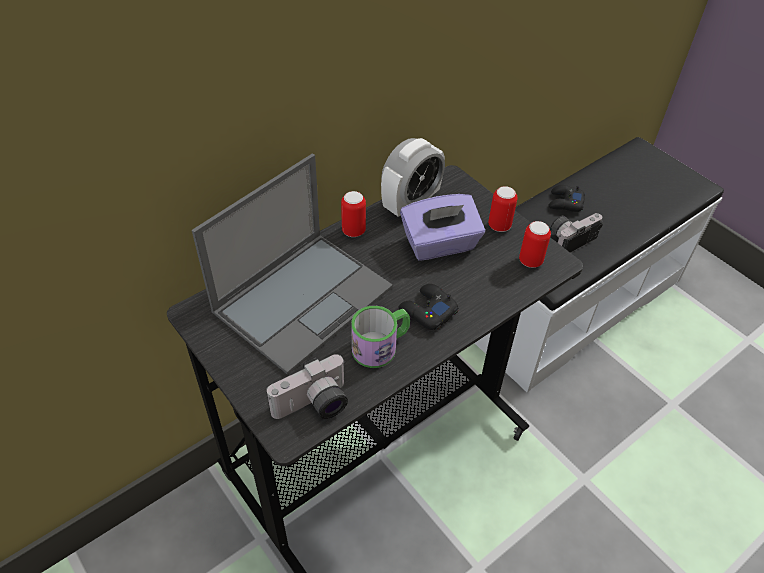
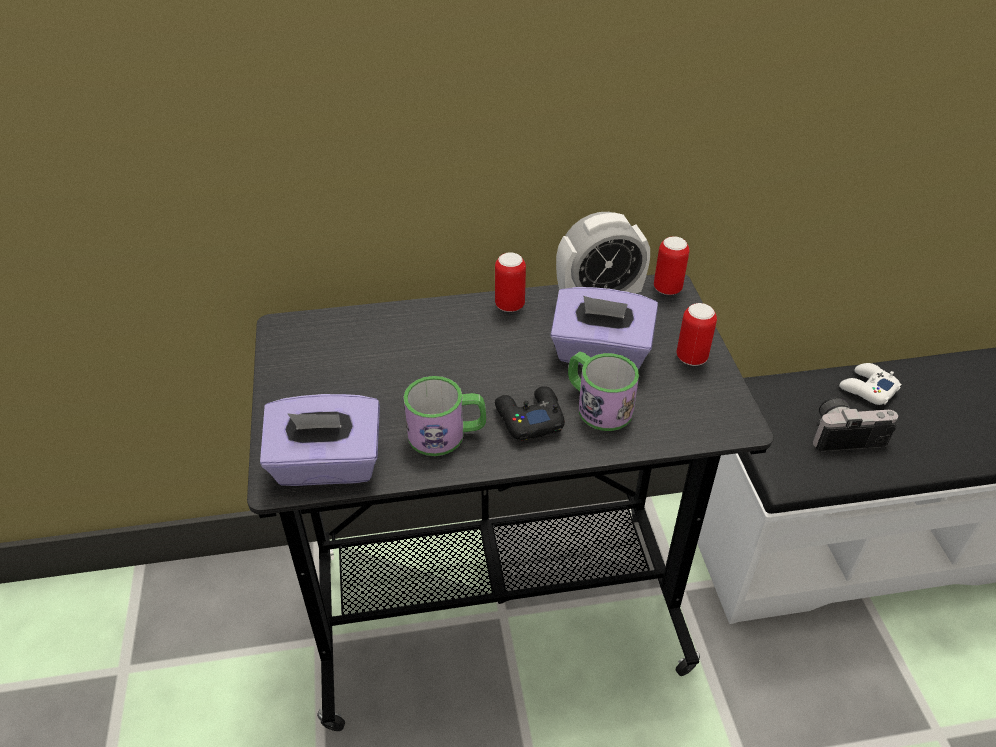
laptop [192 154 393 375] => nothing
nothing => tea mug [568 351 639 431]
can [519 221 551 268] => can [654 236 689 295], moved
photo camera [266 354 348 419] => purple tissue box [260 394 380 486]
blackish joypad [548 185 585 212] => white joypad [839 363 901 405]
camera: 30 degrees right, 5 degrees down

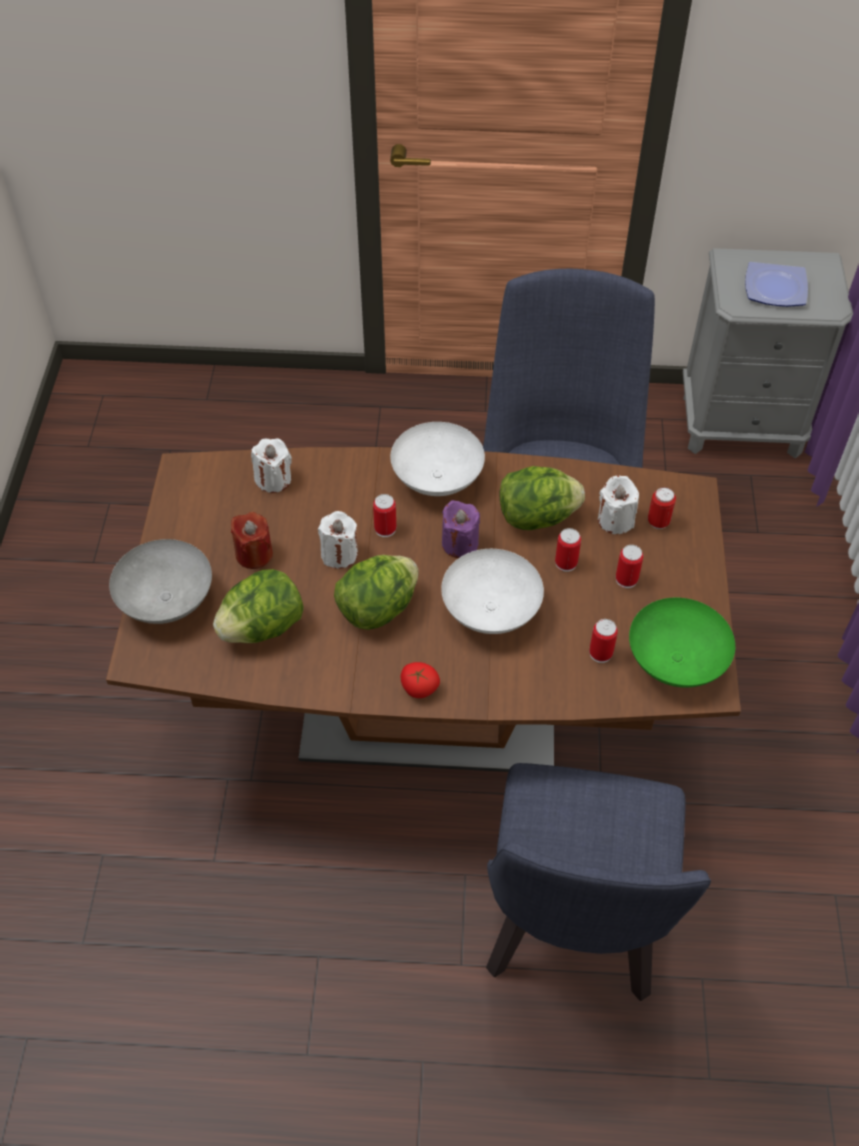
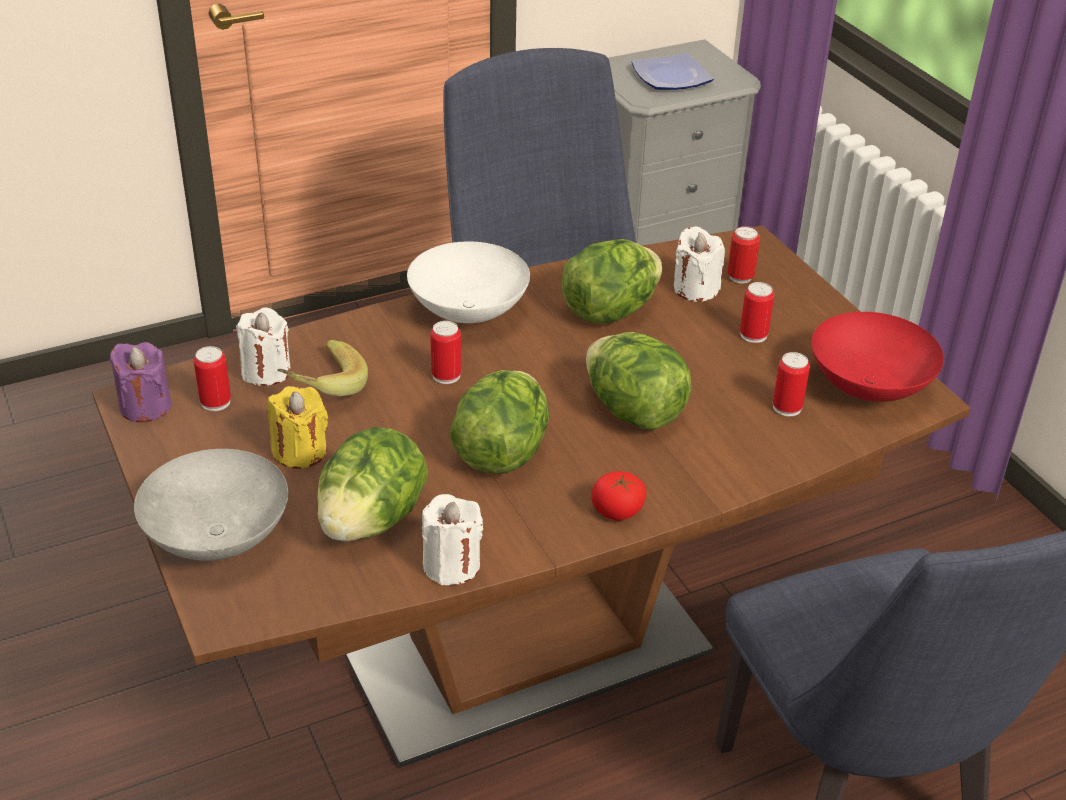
nothing => banana fruit [278 340 368 397]
white wax candle [318 511 358 569] => white wax candle [422 494 483 585], moved
purple wax candle [442 500 480 558] => purple wax candle [109 342 172 423], moved
can [555 528 581 572] => can [194 346 231 411], moved
white serving bowl [441 549 544 634] => lettuce head [586 332 692 430]
red-coloured wax candle [231 512 273 569] => yellow wax candle [268 386 328 469]
greenish serving bowl [629 597 735 688] => red-coloured serving bowl [811 312 944 402]
camera: 30 degrees left, 15 degrees down

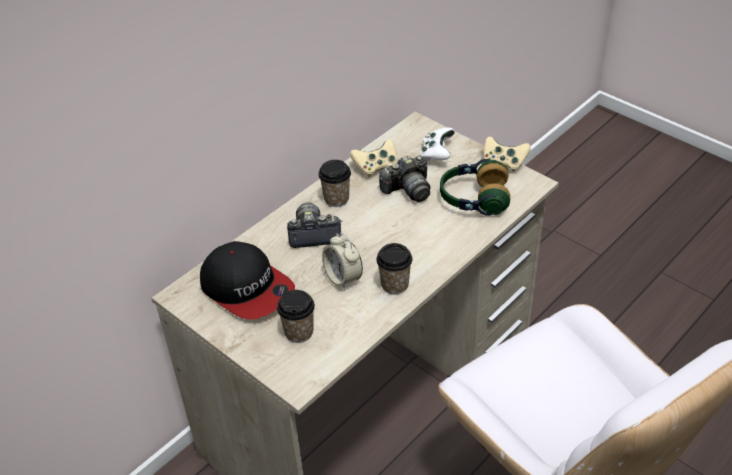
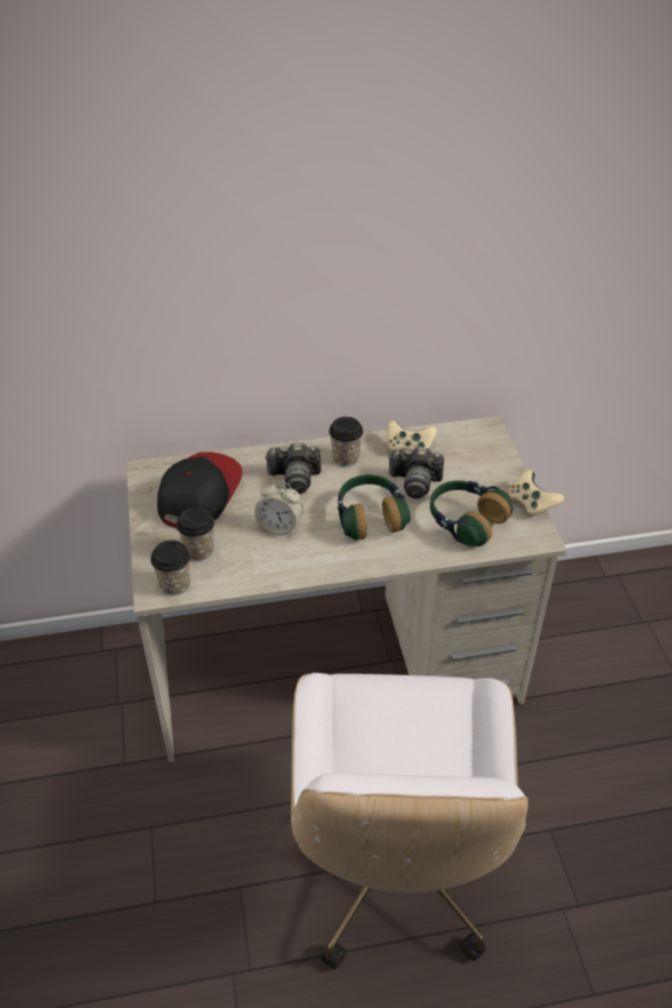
white joypad [420 128 455 161] => nothing
nothing => headset [338 474 411 540]
cup [376 243 412 295] => cup [151 540 190 596], moved
peaked cap [200 241 295 319] => peaked cap [157 452 243 528], 150 degrees counterclockwise
photo camera [287 202 342 248] => photo camera [264 442 321 494], 150 degrees clockwise
alarm clock [322 232 363 290] => alarm clock [255 480 303 536], 75 degrees counterclockwise
camera: 35 degrees right, 0 degrees up

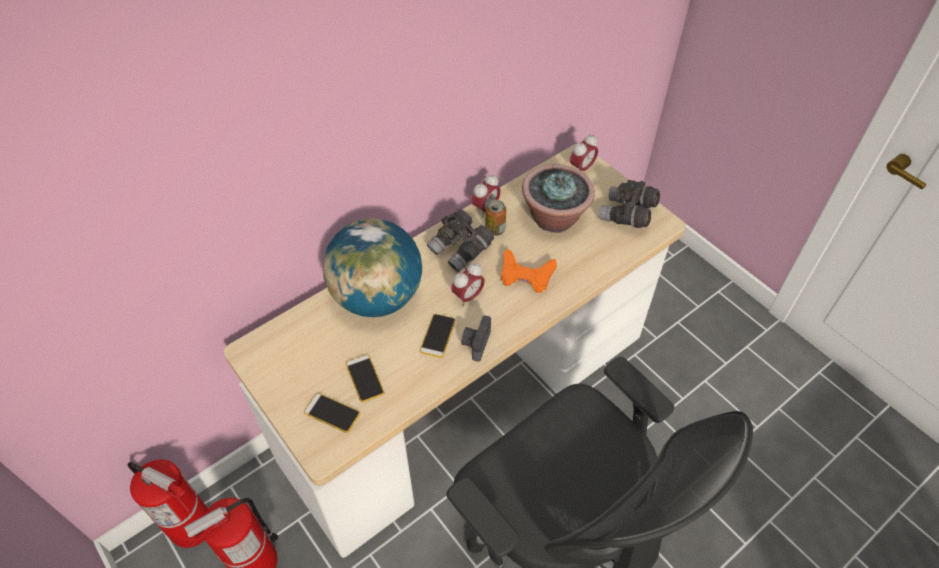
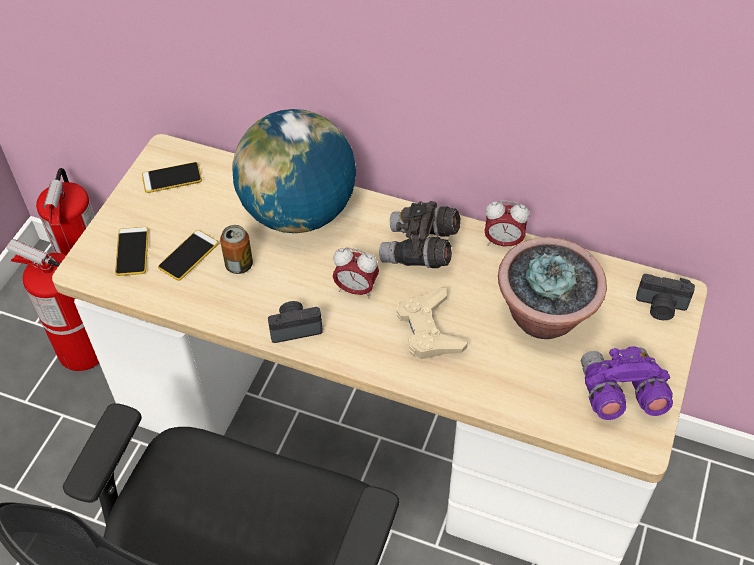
telephone [420 314 456 358] => telephone [142 162 202 193], moved
can [485 200 506 236] => can [220 225 253 274], moved
alarm clock [570 135 598 171] => photo camera [636 274 695 320]
orangey joypad [501 249 557 293] => beige-coloured joypad [397 288 468 359]
gray pair of binoculars [599 180 660 228] => purple pair of binoculars [581 346 673 420]
camera: 60 degrees right, 0 degrees up

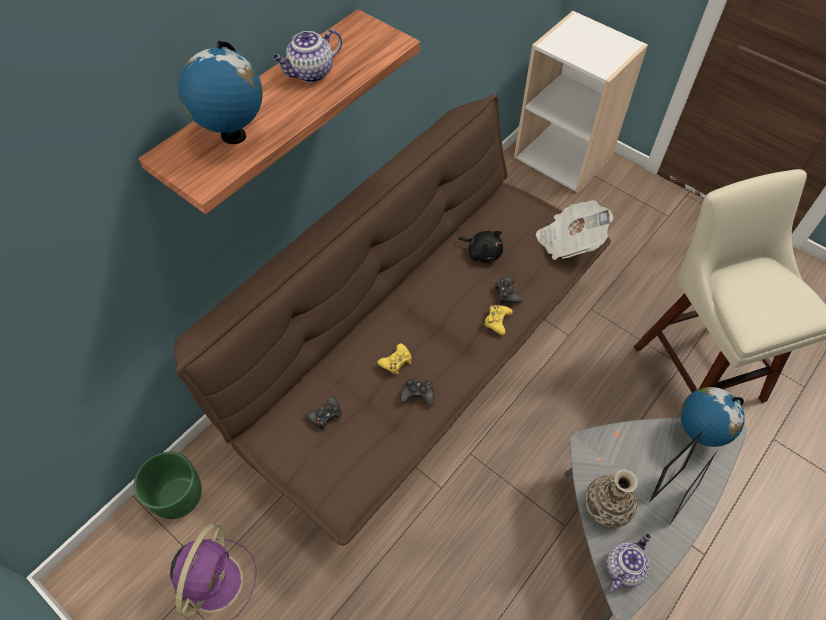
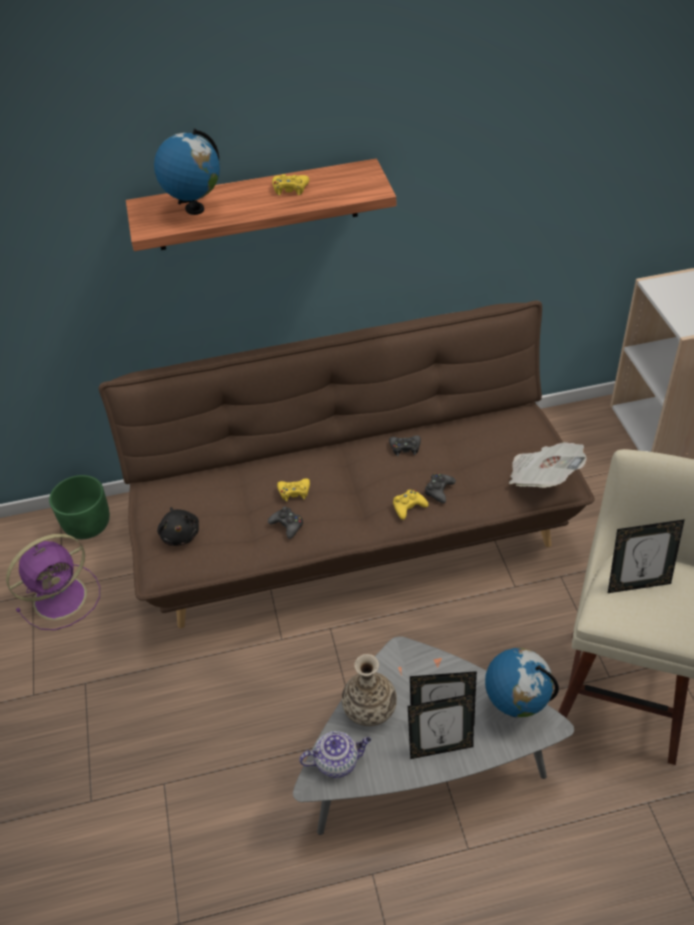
nothing => photo frame [608 519 685 593]
blackish joypad [305 396 341 430] => blackish joypad [389 435 421 456], moved
blackish soft toy [458 231 503 263] => blackish soft toy [157 507 199 546], moved
tea pot [273 29 342 82] => yellow joypad [272 174 309 195]
camera: 40 degrees right, 10 degrees down

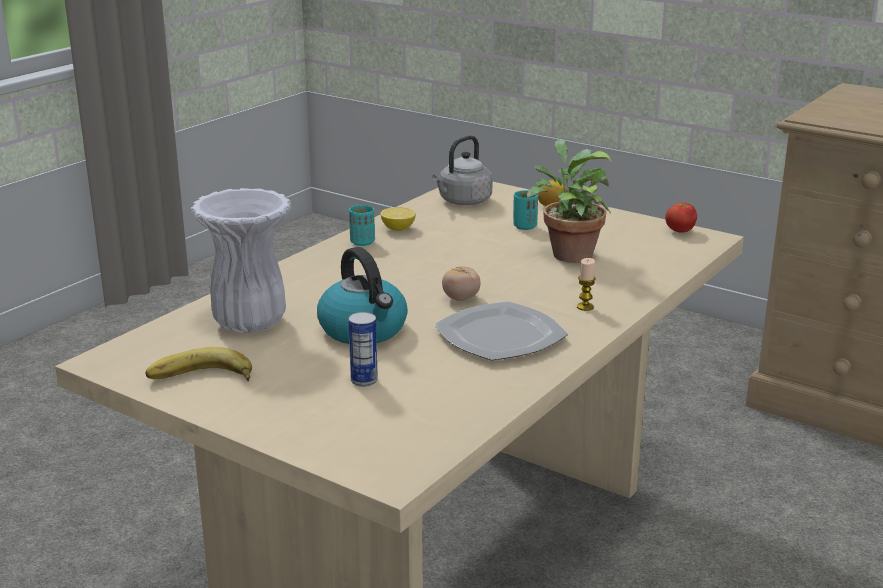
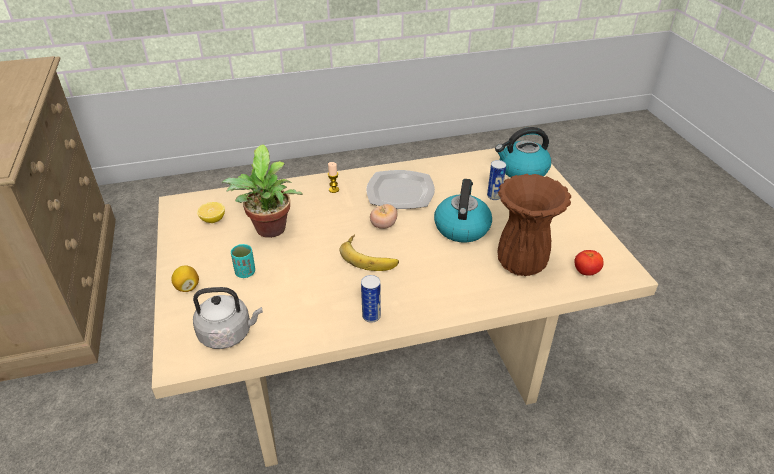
nothing => kettle [495 127 551 178]
banana fruit [146 347 252 381] => banana fruit [340 234 399 271], moved
whole lemon [380 207 416 231] => whole lemon [197 202 225 223], moved
tomato [665 203 697 233] => tomato [574 250 604 276], moved
turquoise cup [349 205 375 246] => can [361 275 381 323]
white flower vase [190 188 292 333] => brownish flower vase [497 174 571 276]
camera: 140 degrees left, 15 degrees up

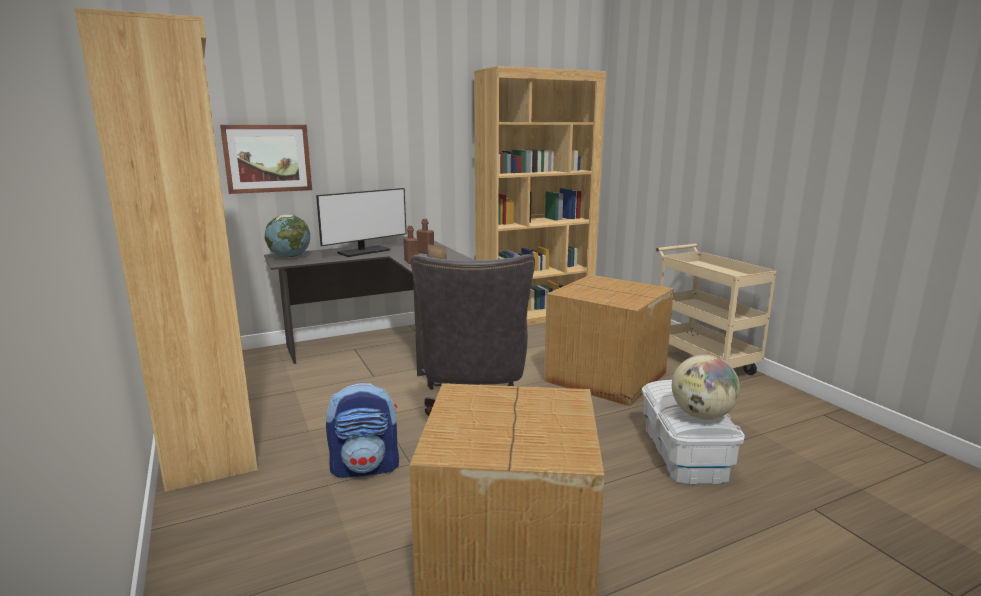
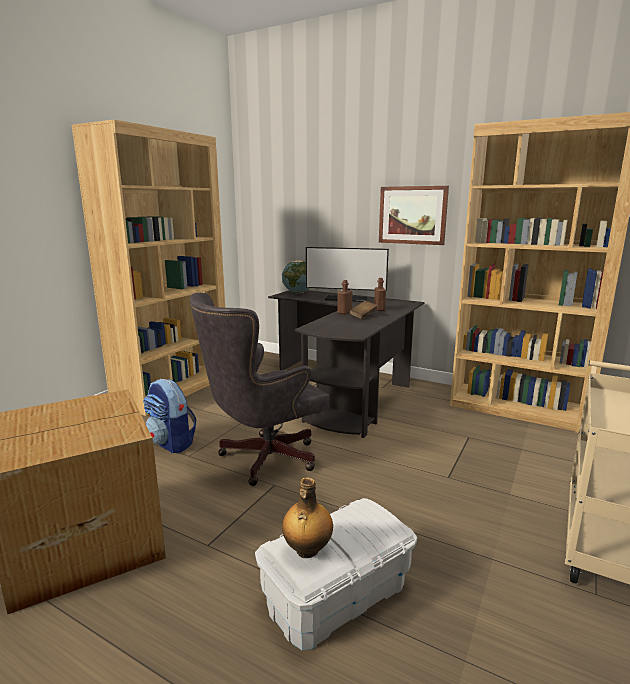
cardboard box [544 275 674 406] => nothing
wall art [220 125 312 194] => wall art [379 186 449 245], moved
desk globe [672 355 740 420] => bottle [282 477 333 558]
camera: 55 degrees right, 0 degrees up

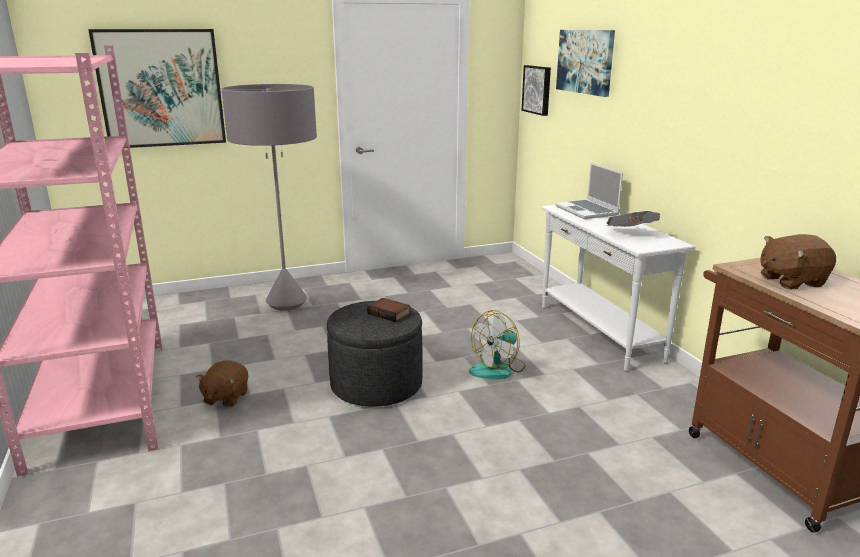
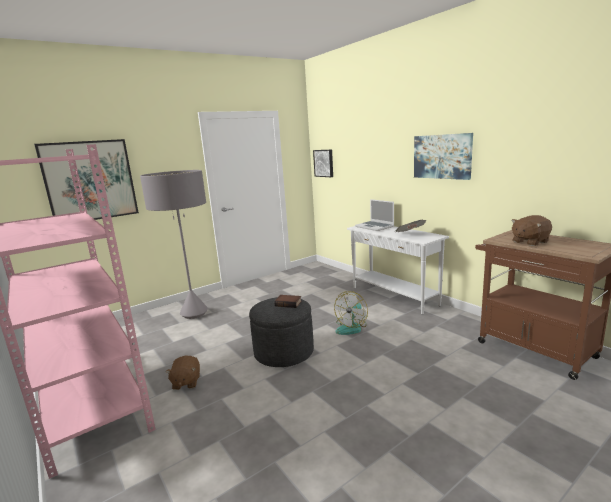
wall art [556 30 615 97] => wall art [414 133 473 180], moved
camera: 15 degrees left, 5 degrees down

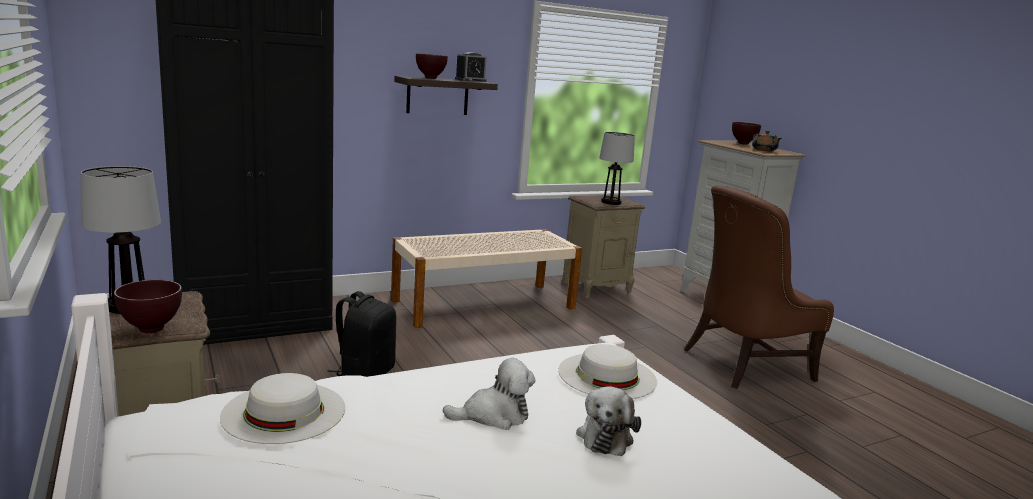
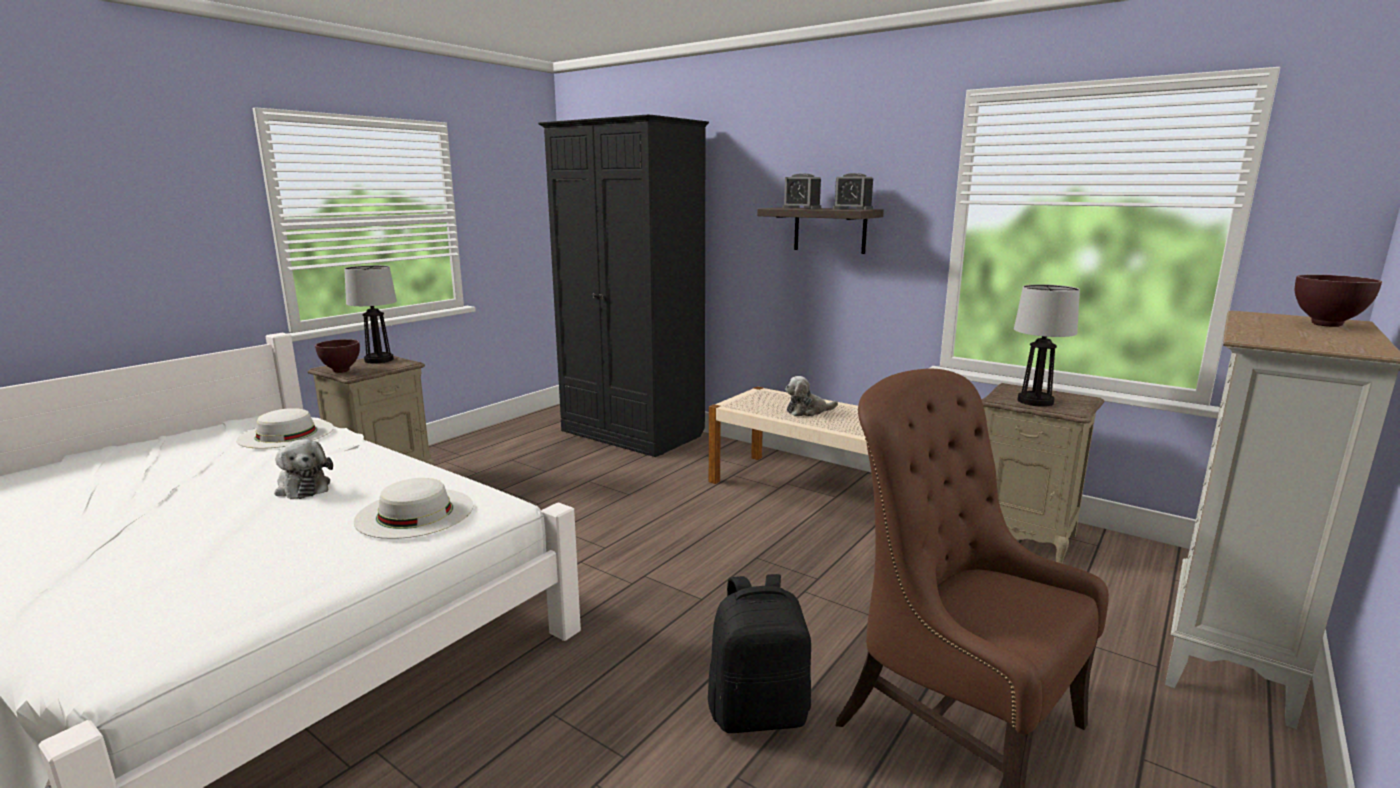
brownish tea pot [752 131 782 152] => nothing
blackish knapsack [327 291 396 377] => blackish knapsack [708 574 811 733], moved
soft toy [576 386 641 456] => soft toy [785 376 838 416], moved
brownish serving bowl [416 53 448 79] => alarm clock [782 173 821 209]
camera: 65 degrees right, 0 degrees up

